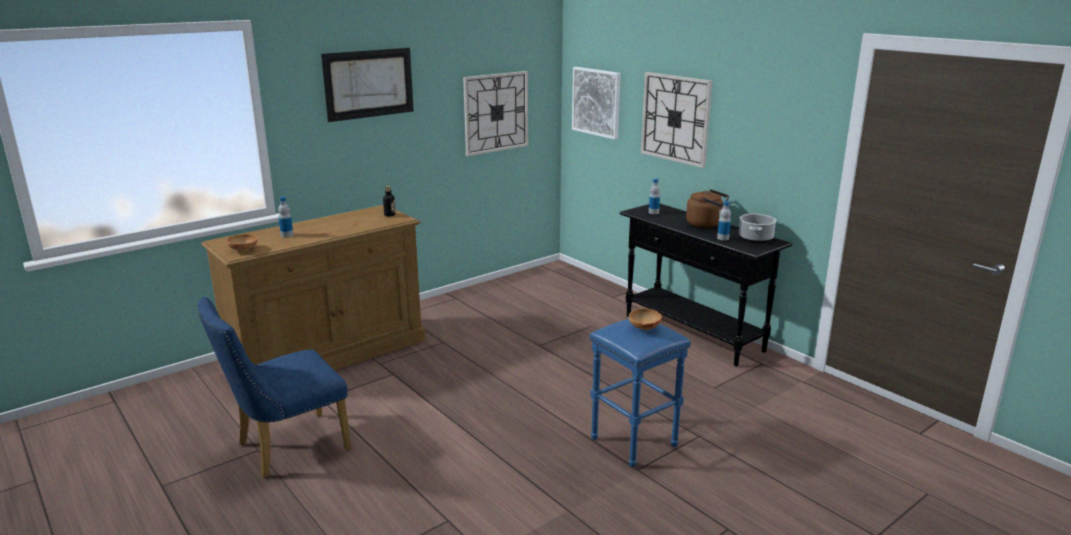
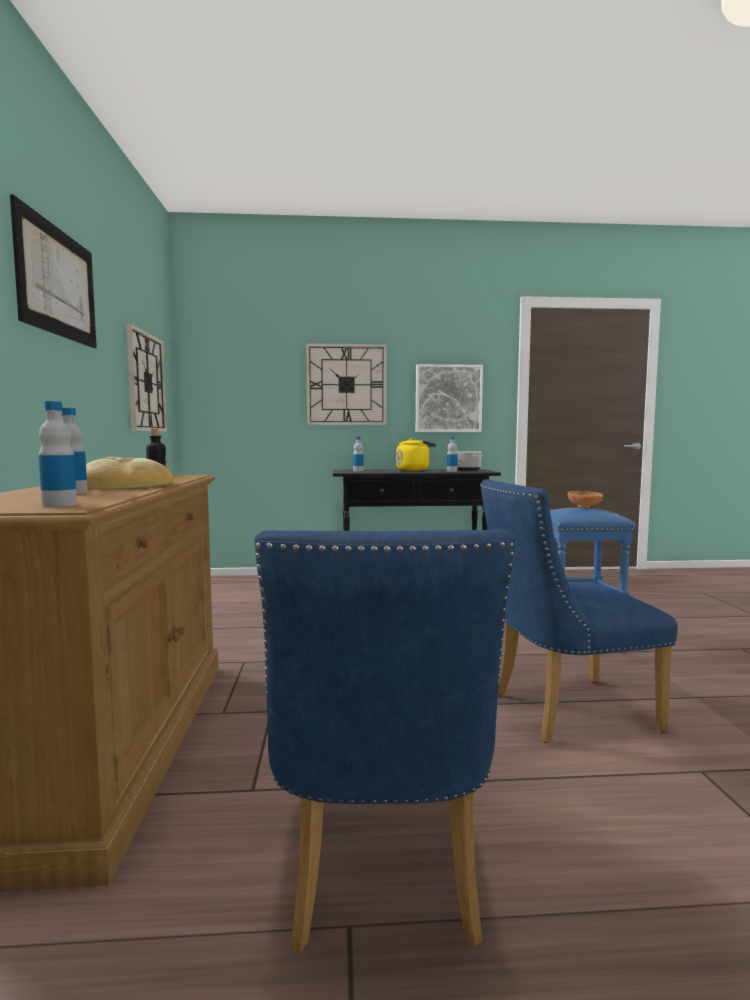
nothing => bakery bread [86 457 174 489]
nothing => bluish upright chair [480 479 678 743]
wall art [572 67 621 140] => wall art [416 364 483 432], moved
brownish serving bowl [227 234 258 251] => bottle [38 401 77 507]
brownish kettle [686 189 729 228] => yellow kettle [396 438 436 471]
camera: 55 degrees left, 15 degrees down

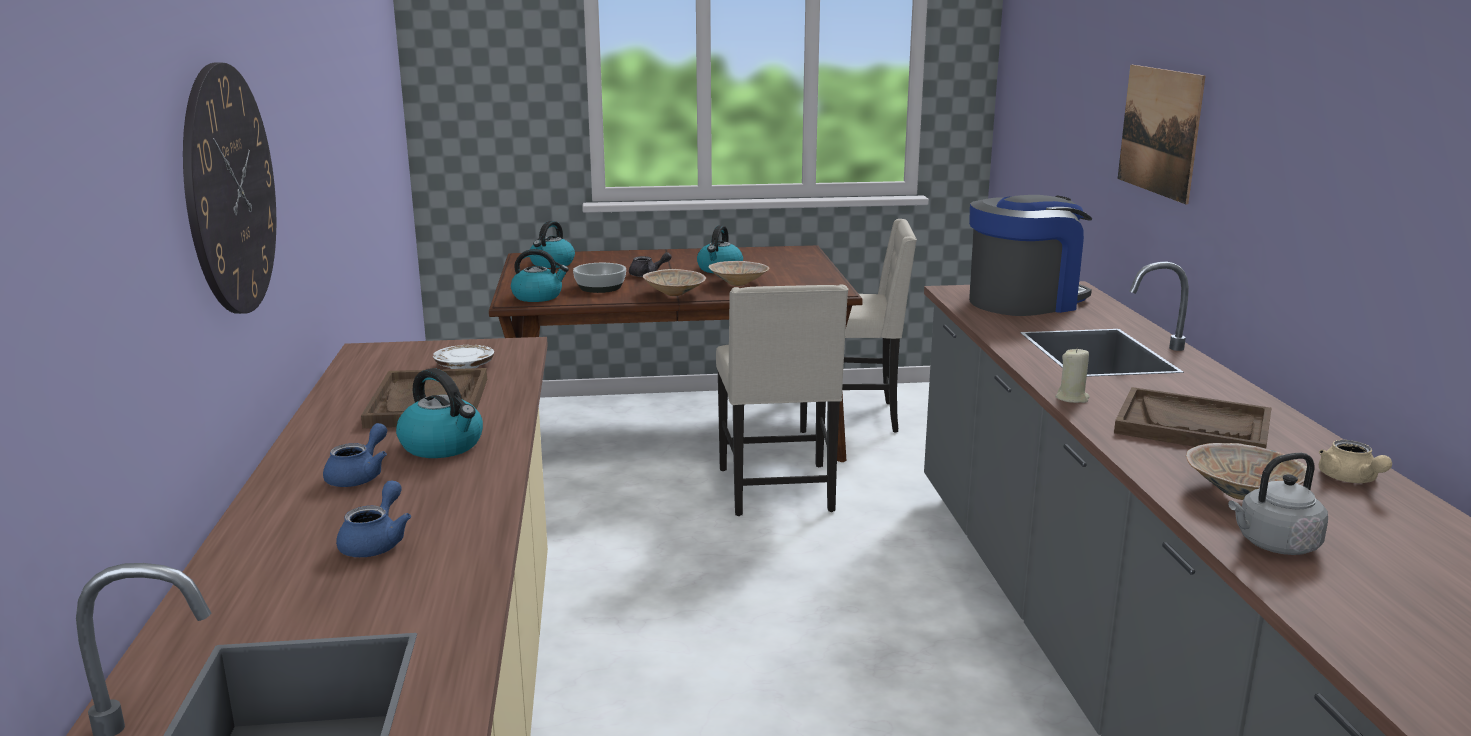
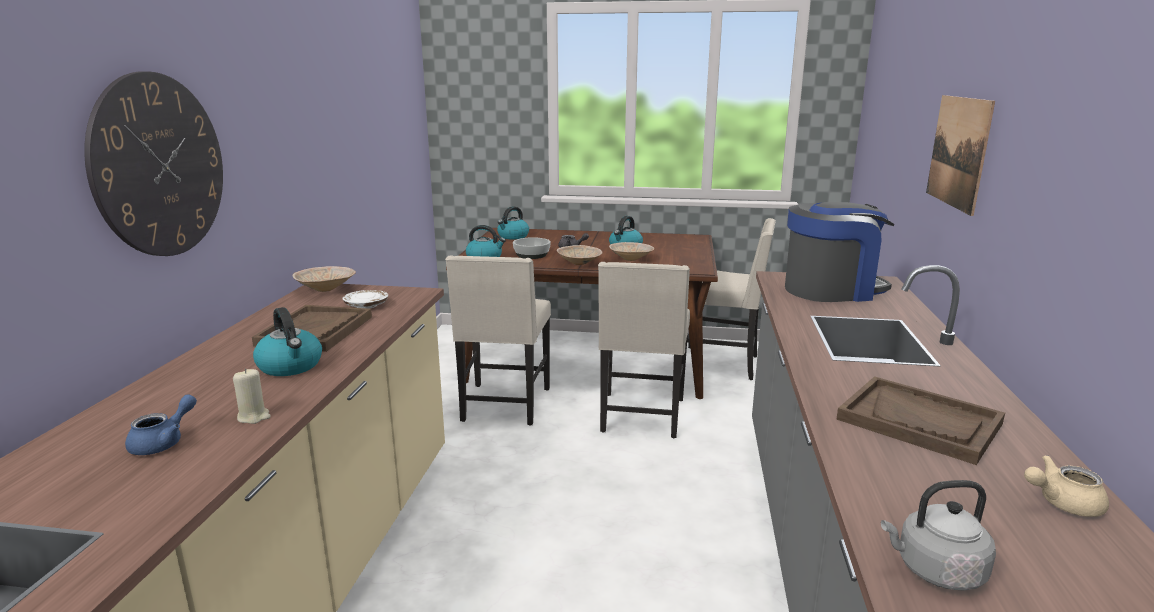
bluish tea pot [323 423 387 487] => nothing
nothing => beige-coloured upright chair [445 256 551 426]
beige-coloured wax candle [1055 347 1090 403] => beige-coloured wax candle [233 368 271 424], moved
beige-coloured serving bowl [1186 443 1307 500] => beige-coloured serving bowl [292 266 356 292], moved
beige-coloured tea pot [1319 440 1392 483] => beige-coloured tea pot [1024 455 1109 517], 75 degrees clockwise
camera: 15 degrees right, 0 degrees up

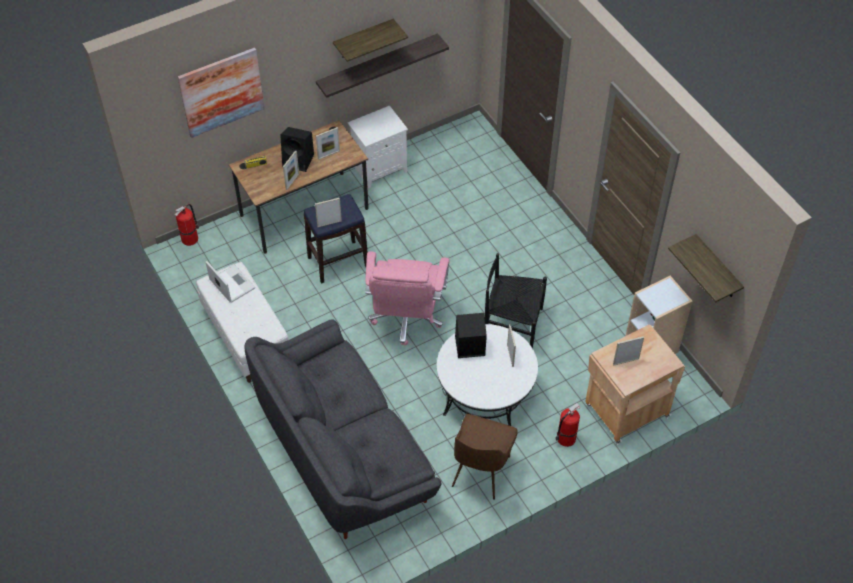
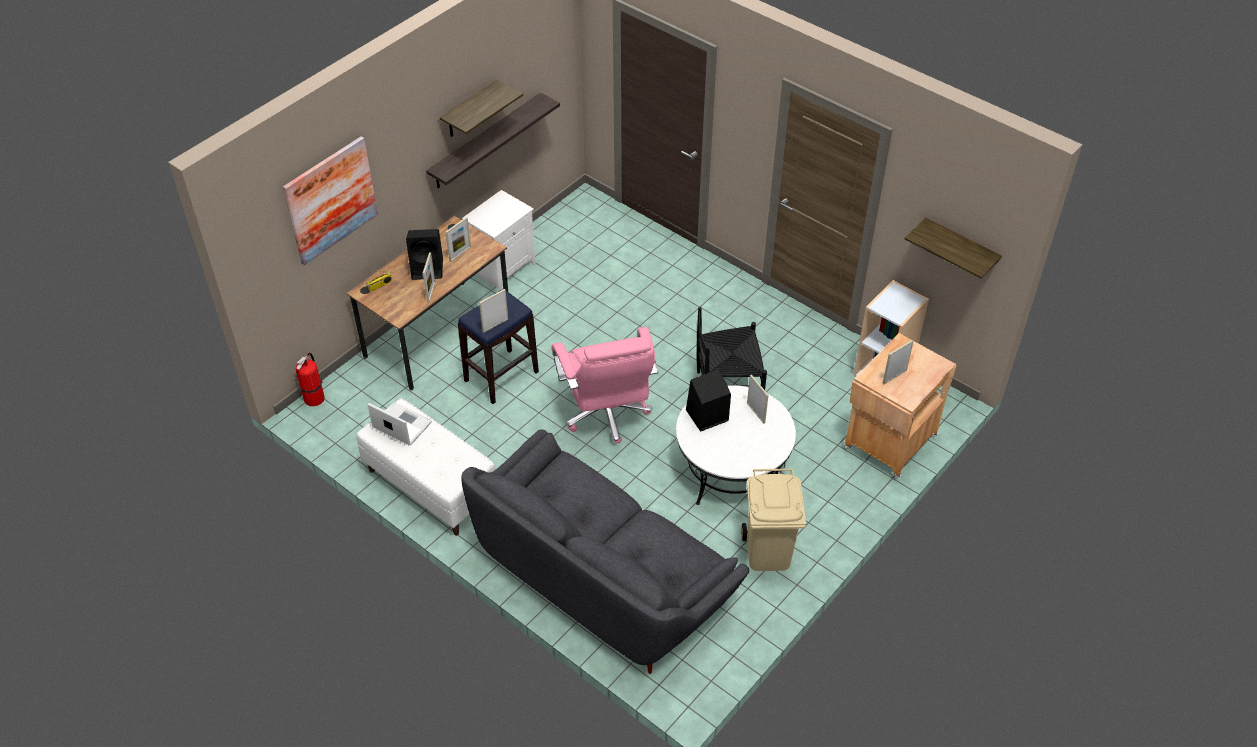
fire-fighting cylinder [555 403 580 447] => nothing
brownish upright chair [452 414 518 500] => beige-coloured trash can [741 468 806 571]
camera: 20 degrees left, 5 degrees down

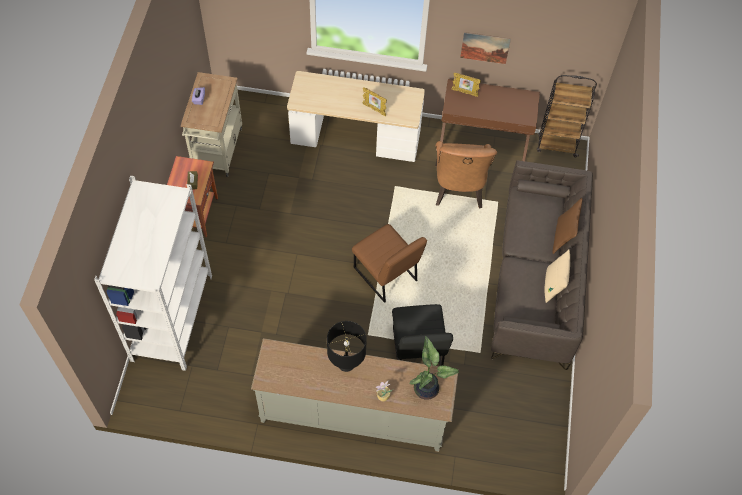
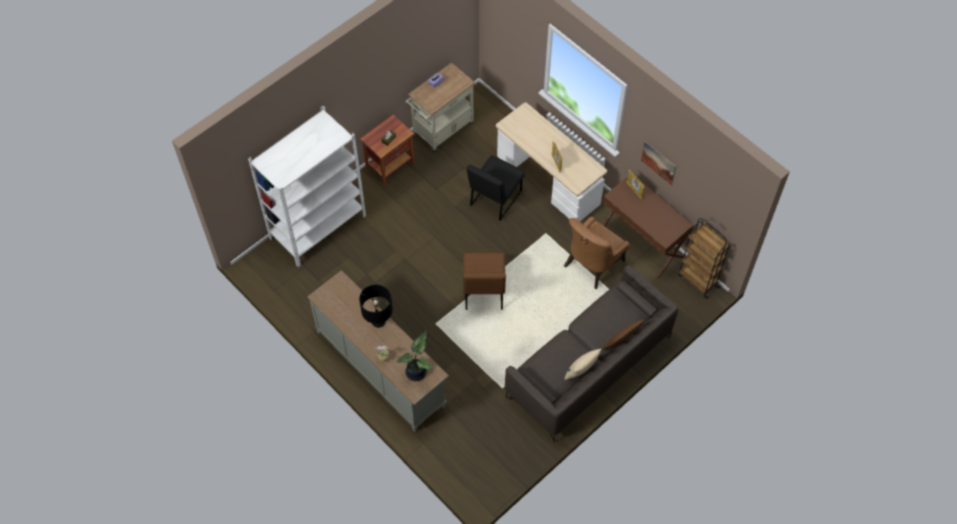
blackish upright chair [392 304 453 366] => blackish upright chair [467 156 525 221], moved
camera: 40 degrees right, 0 degrees up

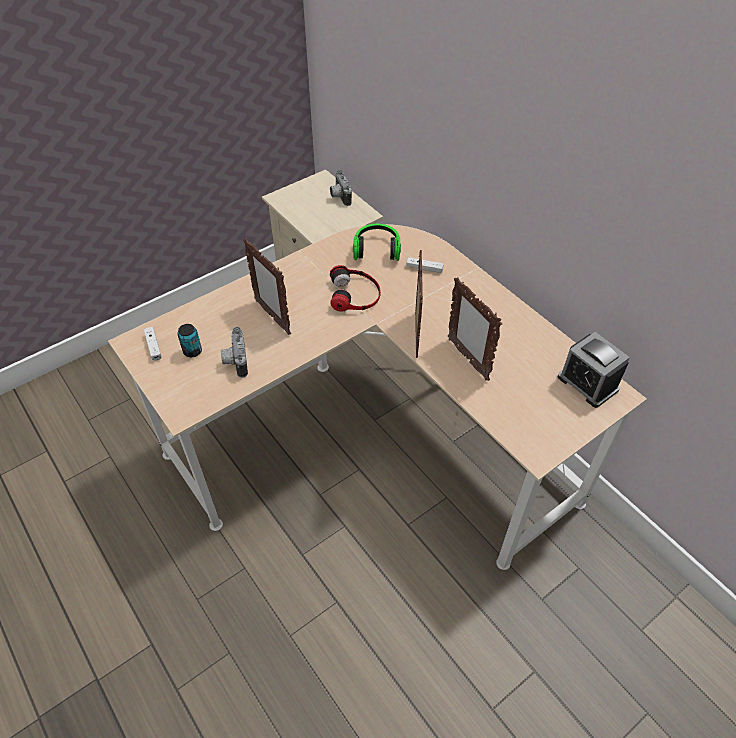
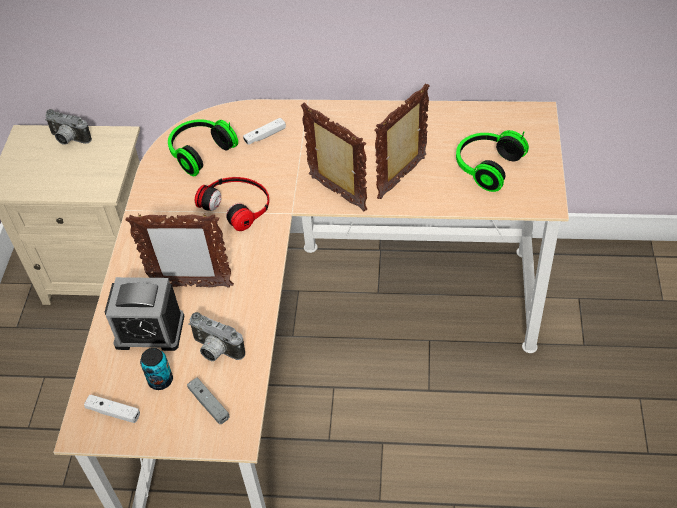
nothing => gray joypad [187 377 230 424]
nothing => headset [456 130 529 192]
alarm clock [557 332 630 408] => alarm clock [105 277 184 351], moved
photo frame [448 278 502 381] => photo frame [374 83 430 199], 120 degrees clockwise
camera: 45 degrees left, 0 degrees up

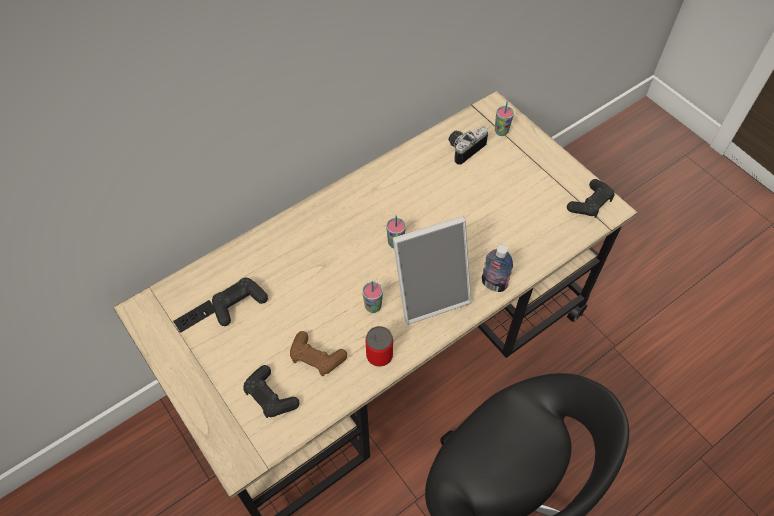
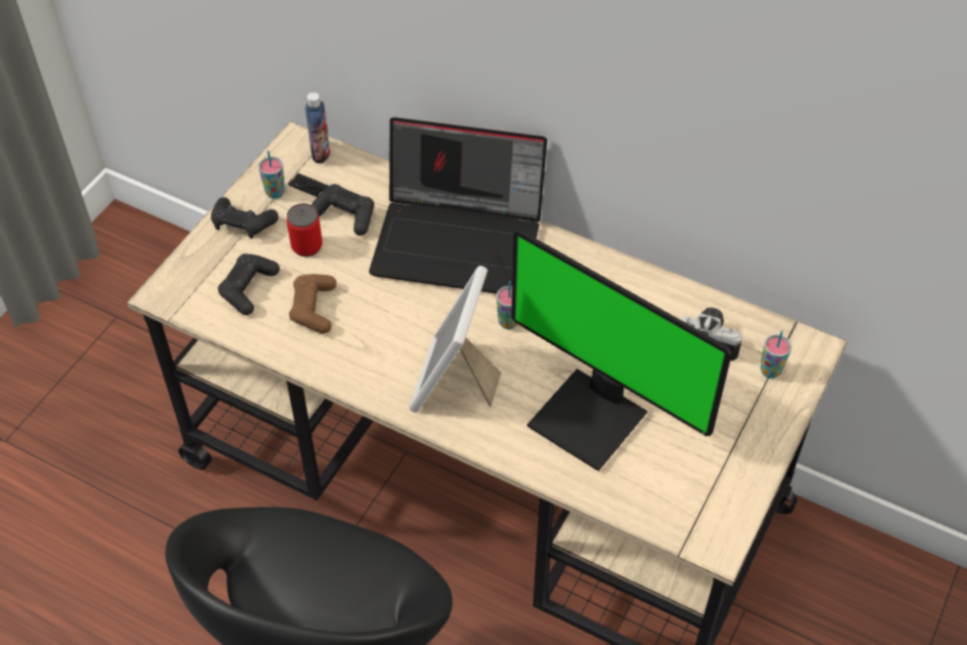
nothing => laptop [369 117 547 294]
nothing => computer screen [511 230 732 471]
cup [362 281 383 313] => cup [258 150 285 199], moved
can [365 326 393 367] => can [287 203 322 257], moved
bottle [482 245 513 292] => bottle [305 92 330 163], moved
blackish joypad [567 179 615 218] => blackish joypad [211 197 279 239], moved
photo frame [393 216 471 325] => photo frame [409 266 501 412], 60 degrees clockwise
camera: 65 degrees right, 5 degrees down

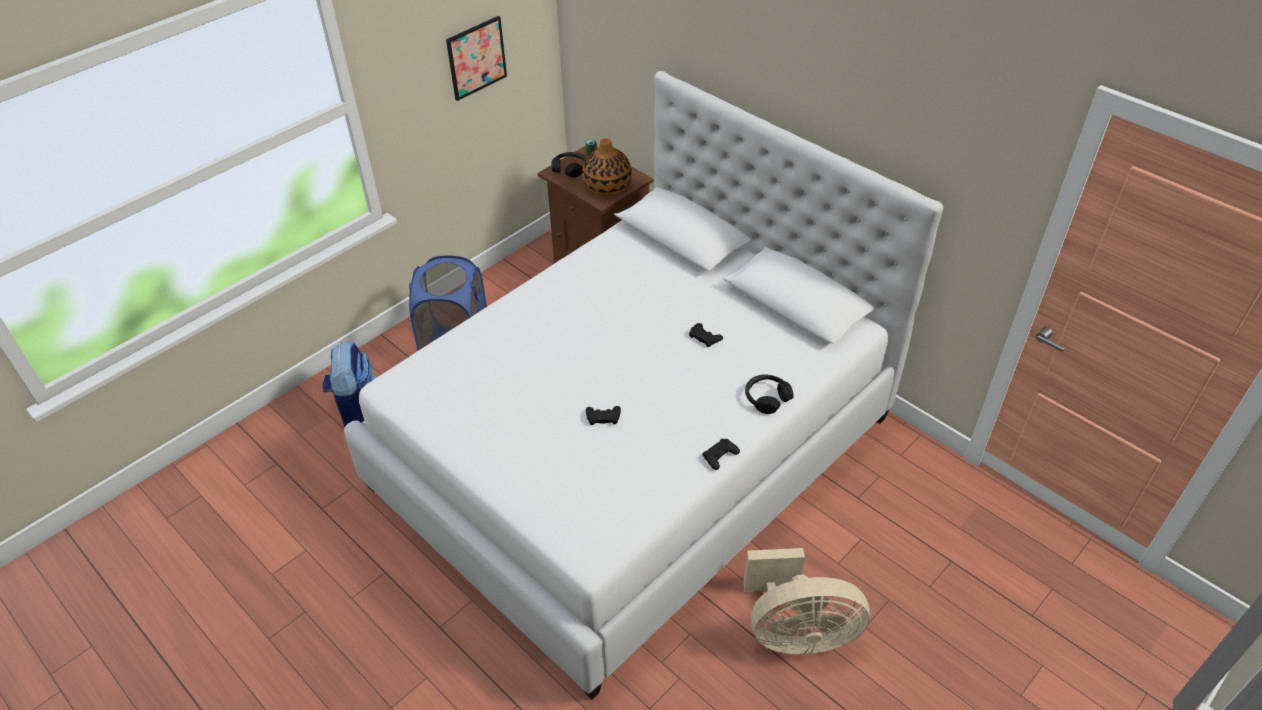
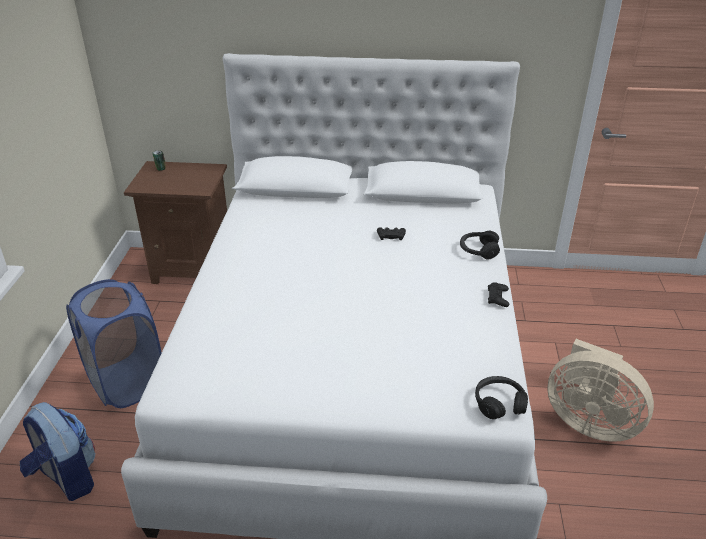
wall art [446 16 507 101] => nothing
flower vase [582 138 632 196] => nothing
blackish joypad [586 406 621 425] => nothing
blackish headset [551 152 586 178] => blackish headset [475 376 528 419], moved
beige-coloured cooling fan [743 548 870 655] => beige-coloured cooling fan [547 339 654 442], 75 degrees clockwise
camera: 40 degrees left, 10 degrees down

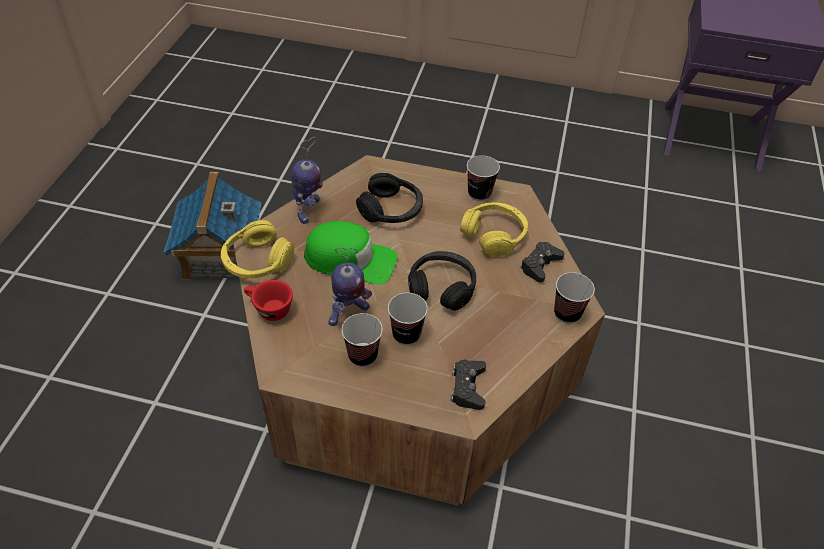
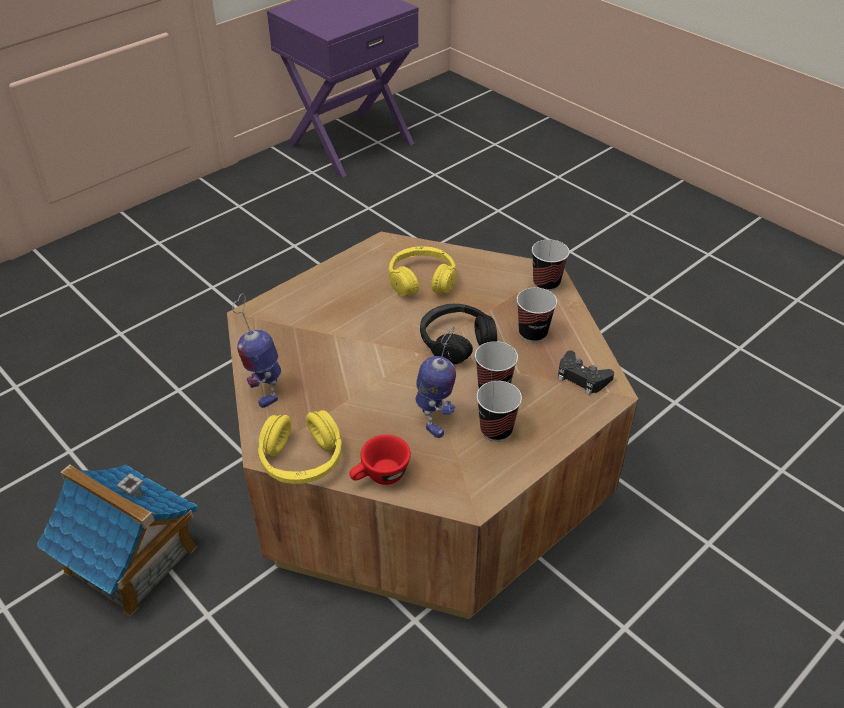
greenish peaked cap [304 221 397 284] => nothing
blackish headset [356 173 423 223] => nothing
blackish joypad [520 242 565 283] => nothing
cup [467 155 500 201] => cup [517 288 557 342], moved
robot figure [291 137 323 224] => robot figure [232 293 281 408], 150 degrees counterclockwise
camera: 55 degrees left, 5 degrees down

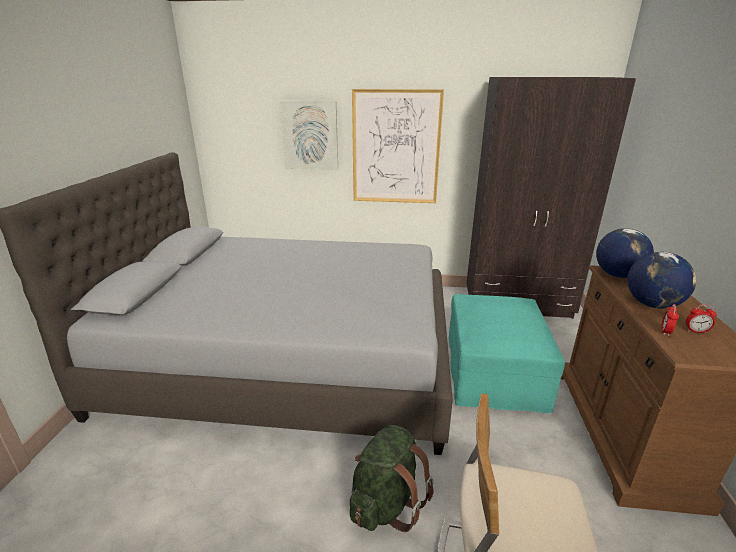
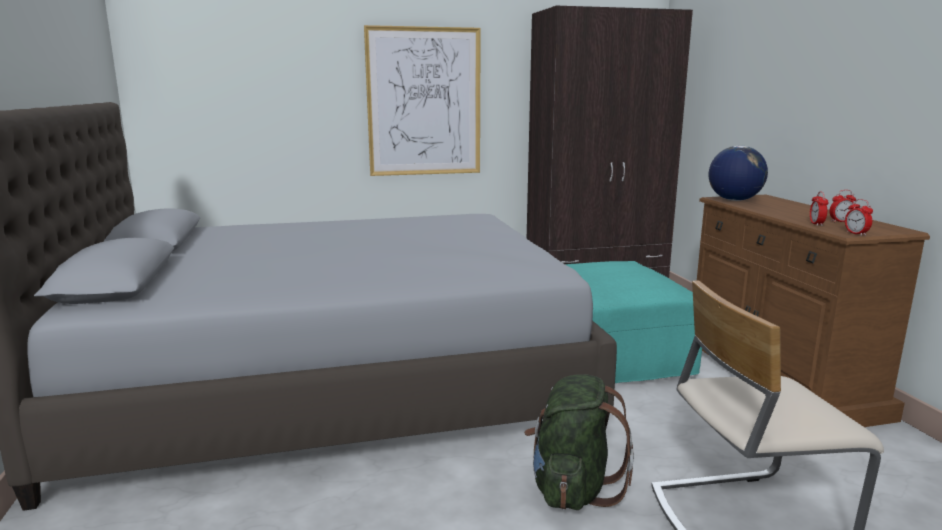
wall art [280 101 338 170] => nothing
desk globe [627 252 696 309] => nothing
nothing => alarm clock [845 199 873 236]
camera: 20 degrees left, 10 degrees down

